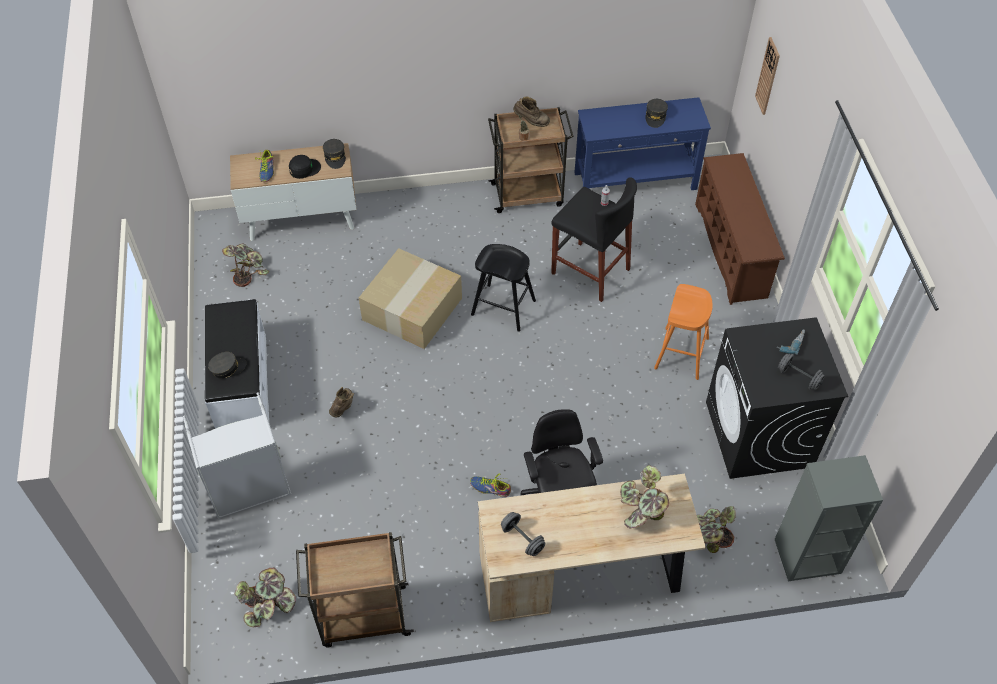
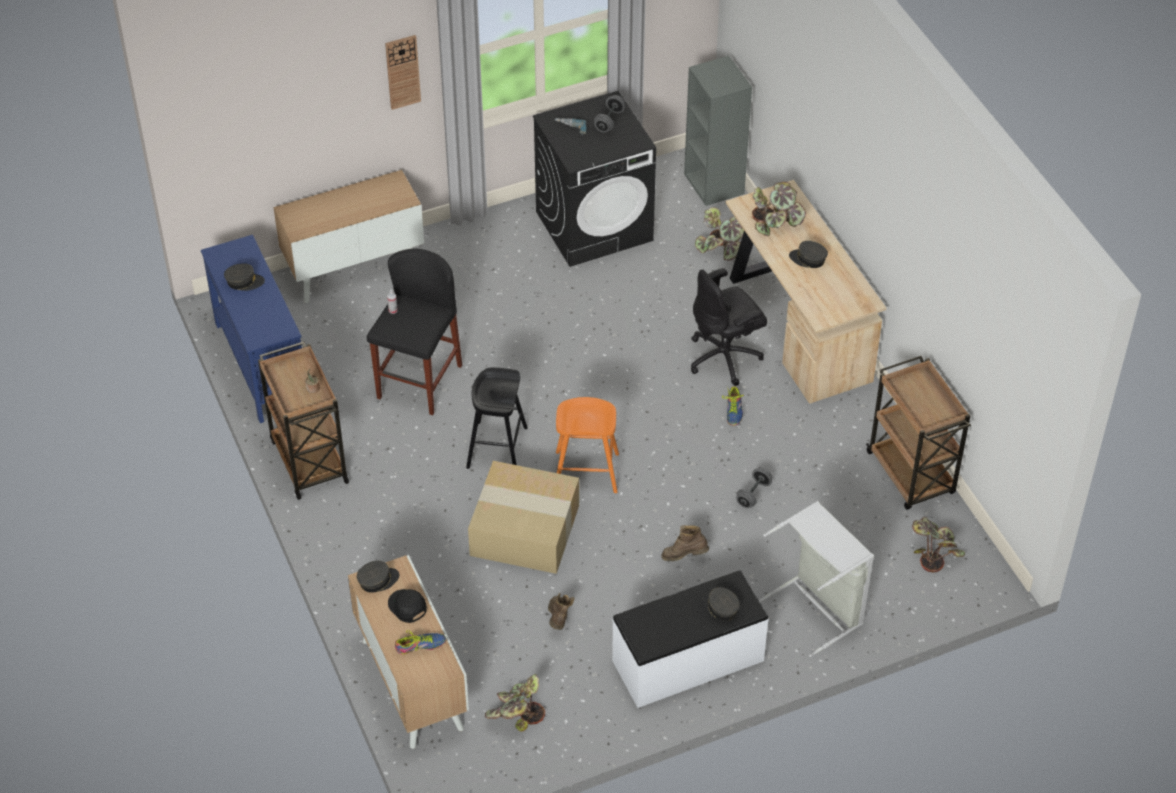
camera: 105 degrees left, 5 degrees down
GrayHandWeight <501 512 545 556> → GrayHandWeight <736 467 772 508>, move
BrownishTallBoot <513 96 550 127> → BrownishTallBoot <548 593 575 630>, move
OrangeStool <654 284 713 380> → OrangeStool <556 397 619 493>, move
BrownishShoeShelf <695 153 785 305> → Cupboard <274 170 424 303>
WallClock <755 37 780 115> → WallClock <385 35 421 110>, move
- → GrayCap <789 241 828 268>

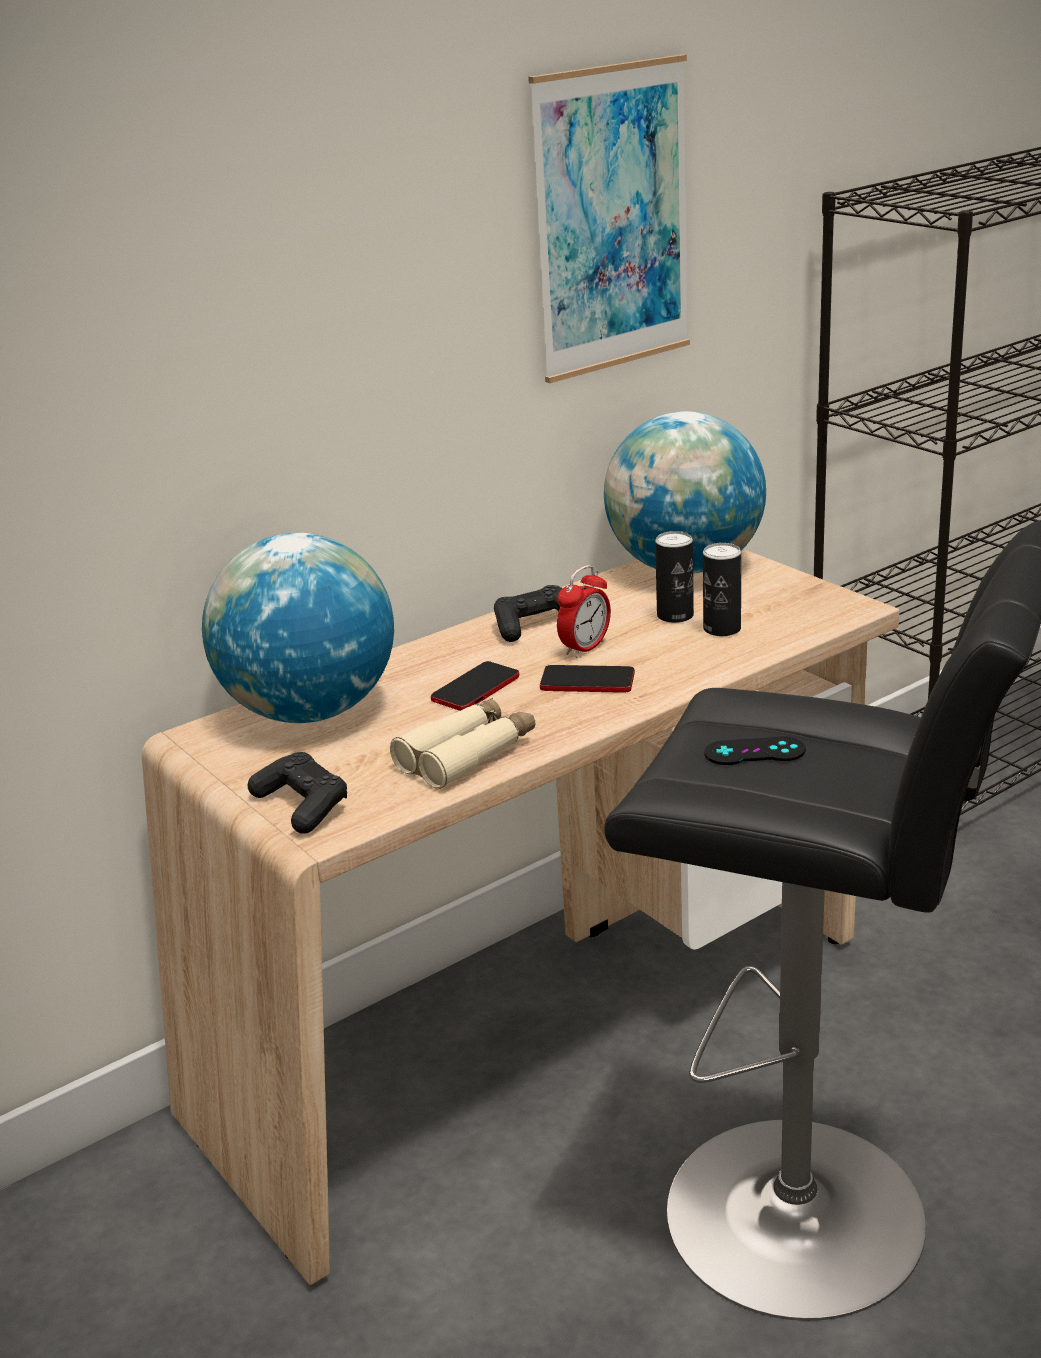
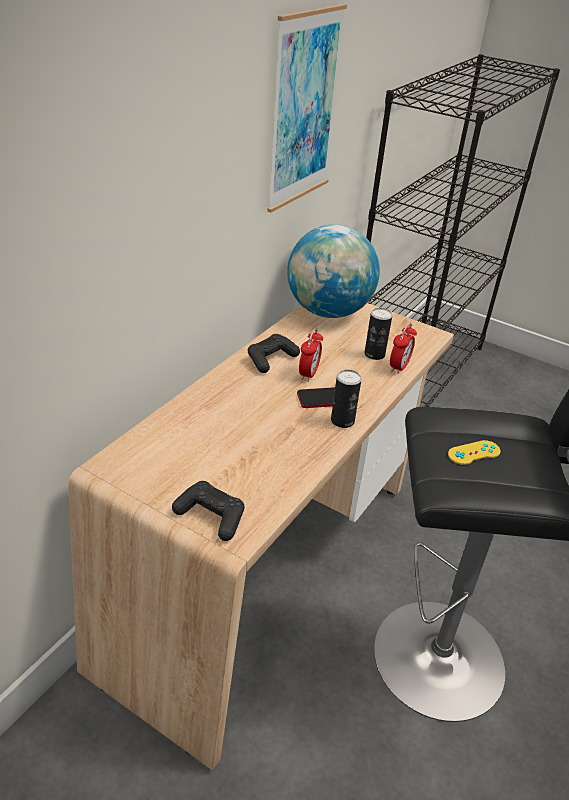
camera: 25 degrees left, 10 degrees up
WorldGlobe <202 533 394 723> → -
BeigeColouredPairOfBinoculars <390 698 536 789> → -
Phone <431 661 519 711> → -
Can <655 531 694 623> → Can <331 370 362 428>, move
BlackishJoypad <704 737 806 765> → YellowColouredJoypad <448 440 500 465>
- → BedsideClock <390 323 417 374>

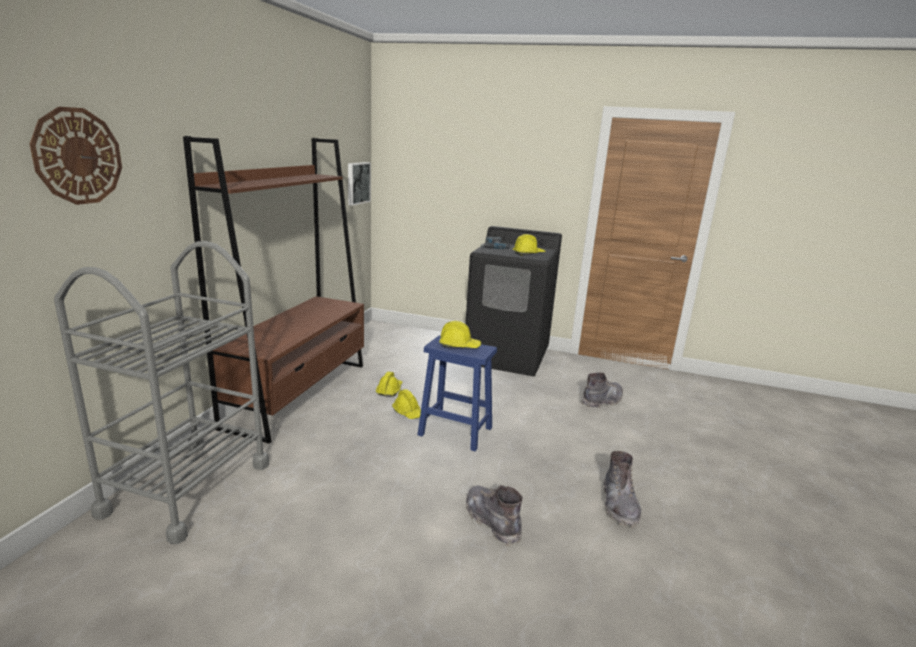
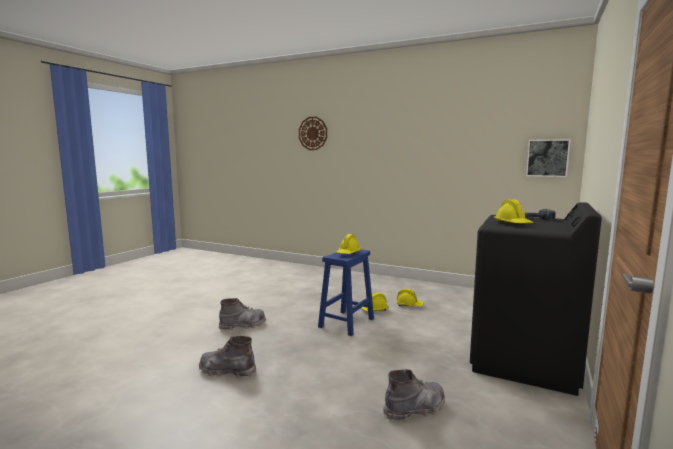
camera: 100 degrees right, 10 degrees down
GrayTrolley <54 241 269 544> → -
BrownishBookcase <183 136 364 444> → -
GrayTallBoot <581 373 623 408> → GrayTallBoot <383 369 445 421>, 90 degrees counterclockwise

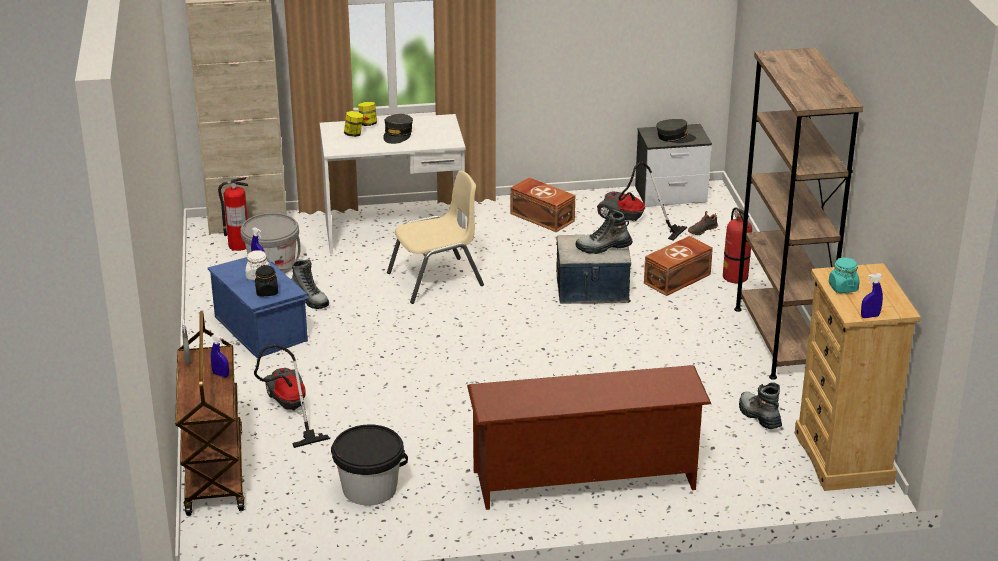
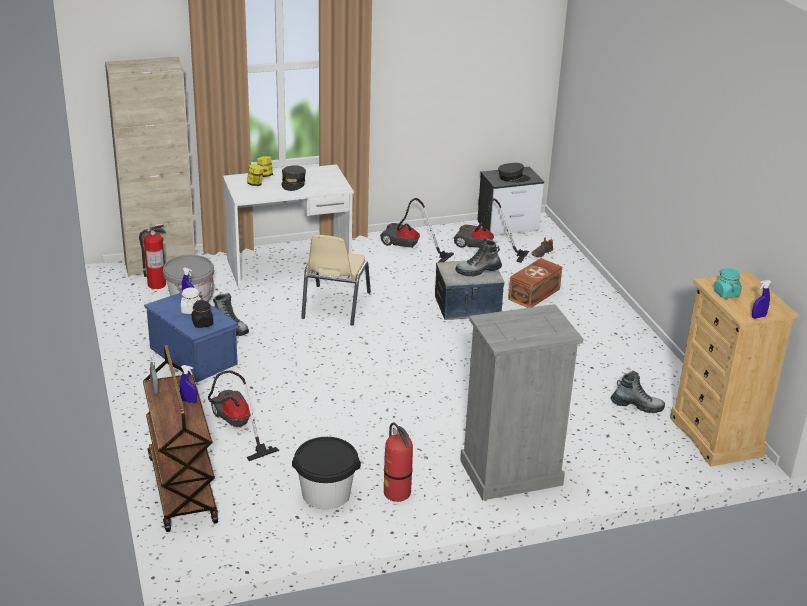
camera: 10 degrees left, 0 degrees up
BeigeColouredChair <387 170 484 304> → BeigeColouredChair <301 235 371 325>, 135 degrees clockwise
BrownishShoeShelf <467 365 711 510> → GrayDrawerChest <460 304 583 500>
BrownishStorageBin <510 177 575 232> → Vacuum <380 198 454 263>
FireExtinguisher <723 207 752 283> → FireExtinguisher <384 423 413 502>, move
BrownishBookcase <734 48 863 380> → -
TallBoot <739 382 782 429> → TallBoot <611 371 665 413>, 135 degrees clockwise

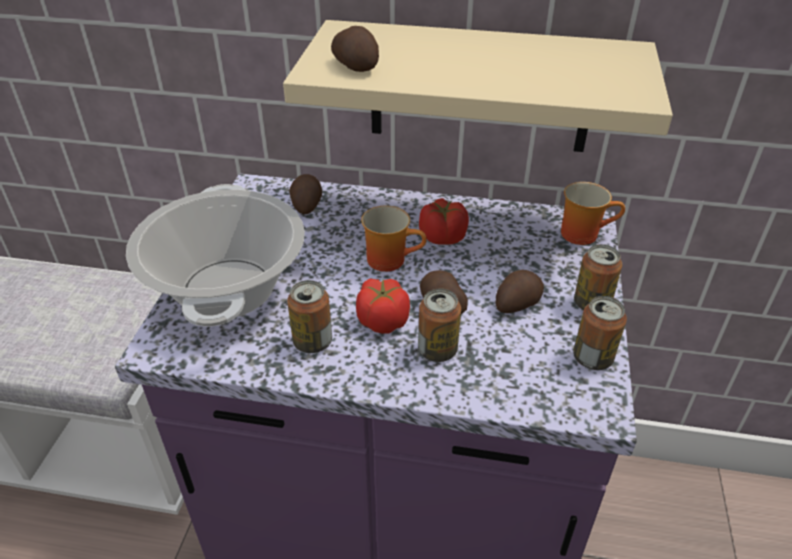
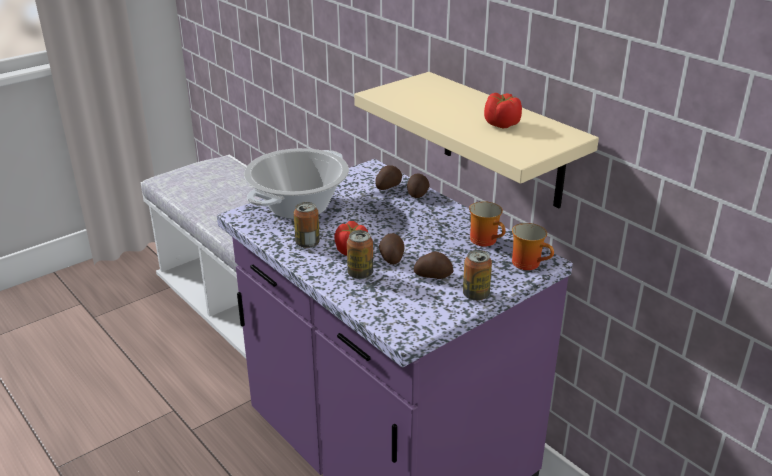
camera: 40 degrees right, 10 degrees down
Potato <331 26 379 72> → Potato <407 173 430 198>, move
CoffeeMug <361 206 427 272> → CoffeeMug <469 201 506 247>, move
WholeTomato <419 198 469 245> → WholeTomato <484 93 522 128>, move
Can <573 296 627 370> → -

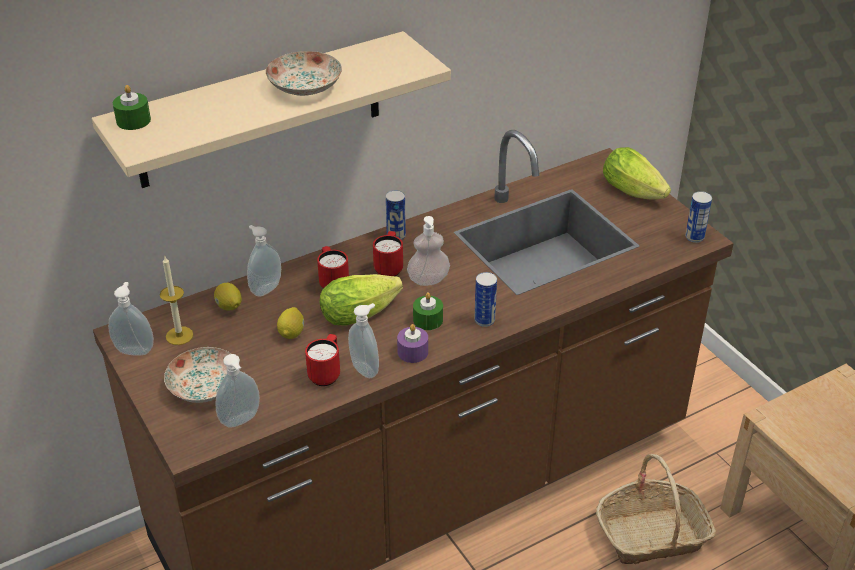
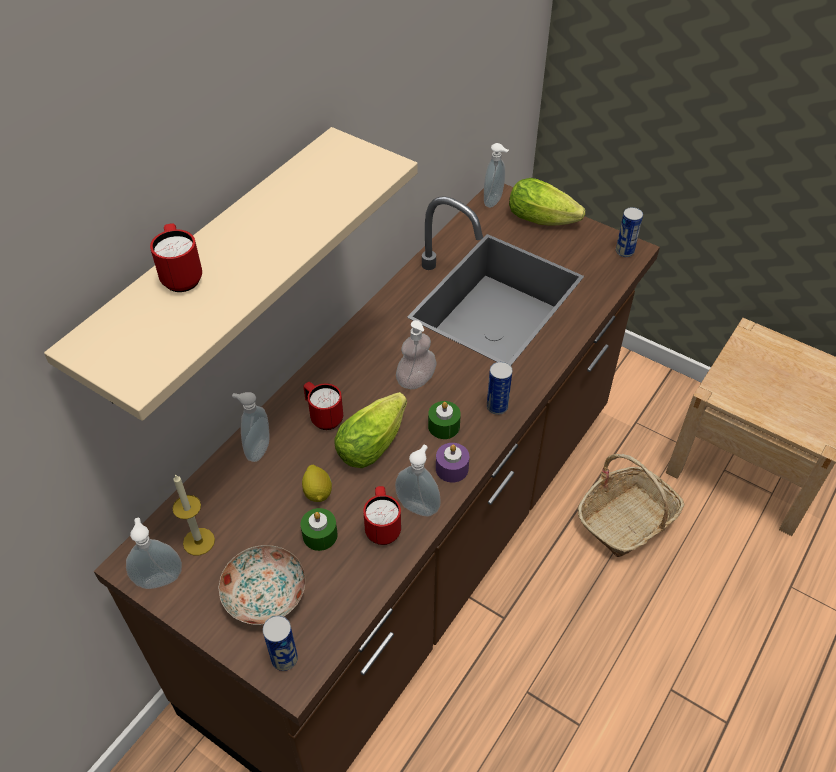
camera: 25 degrees left, 10 degrees up
GreenWaxLight <113 85 151 130> → GreenWaxLight <301 508 337 551>, move
CitrusFruit <214 283 242 311> → -
SoapDispenser <216 354 260 428> → SoapDispenser <484 143 509 208>, move
DinnerPlate <266 51 342 96> → -
RedCoffeeMug <373 231 403 276> → RedCoffeeMug <150 223 202 292>, move
Can <386 190 406 240> → Can <263 616 298 671>, move

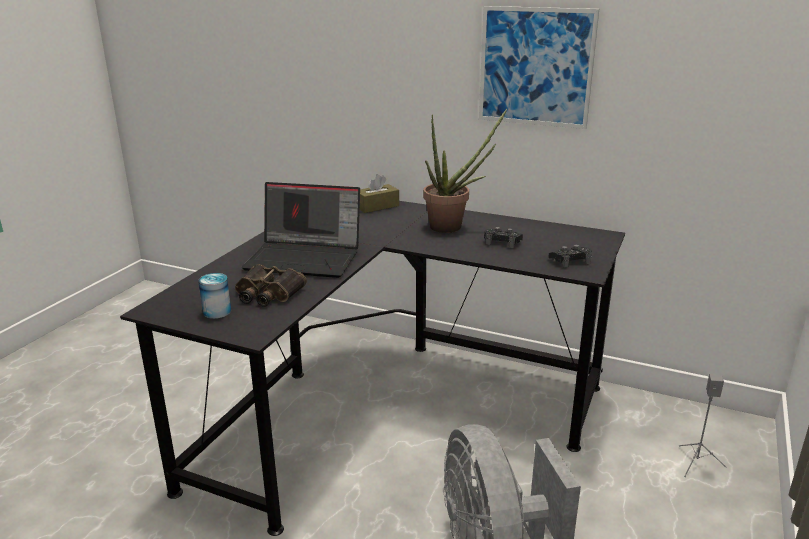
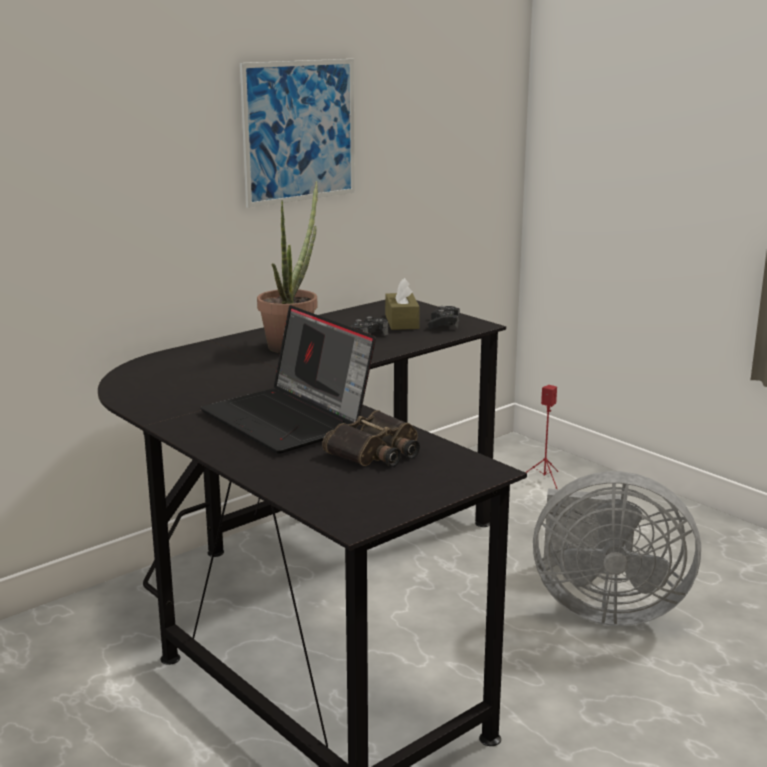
camera: 65 degrees left, 5 degrees down
Can <198 273 231 319> → -
Laptop <242 182 360 278> → Laptop <201 305 376 454>, 105 degrees clockwise
BrownishBoxOfTissues <360 174 399 213> → BrownishBoxOfTissues <385 278 420 330>, move
GrayLoudspeaker <679 374 727 477> → RedLoudspeaker <525 385 559 489>

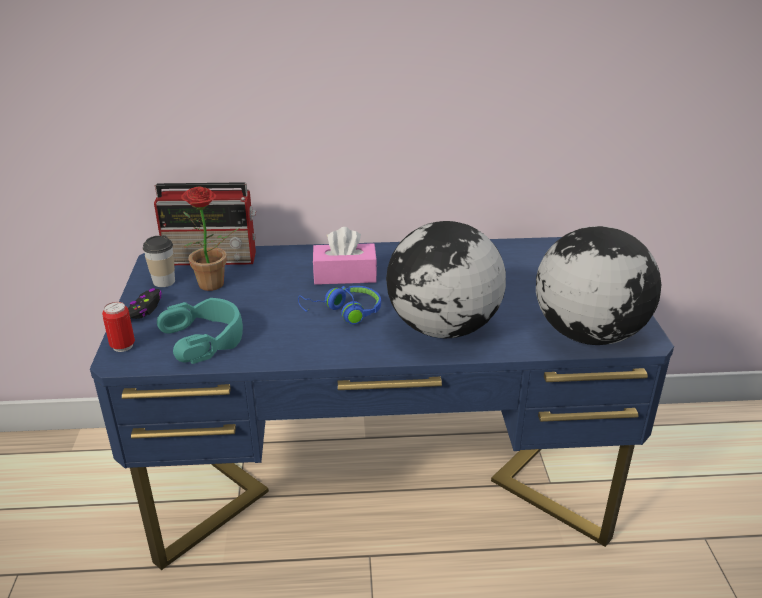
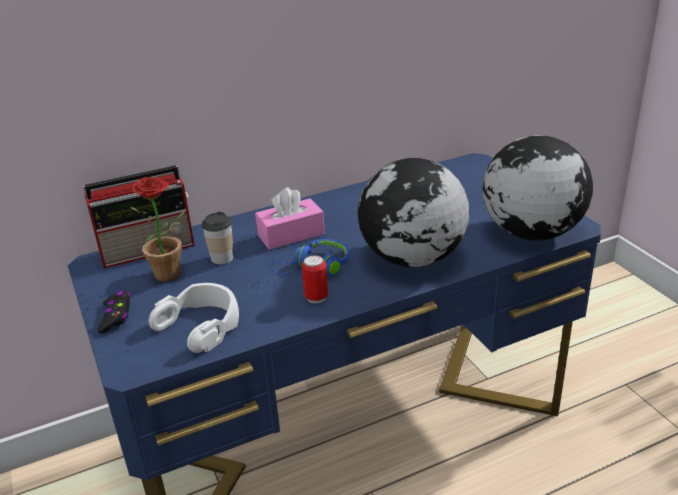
camera: 20 degrees left, 0 degrees up
Can <102 302 135 352> → Can <302 255 328 303>, move
DrinkingCup <143 235 175 287> → DrinkingCup <202 212 233 264>, move
BlueGreenHeadphones <157 298 243 364> → WhitishHeadphones <148 283 239 353>

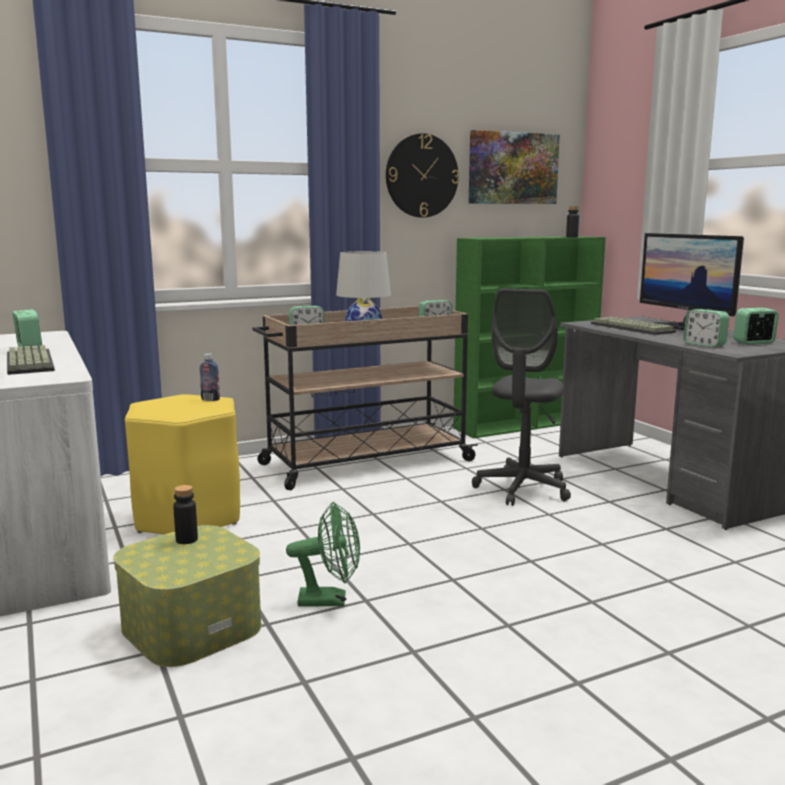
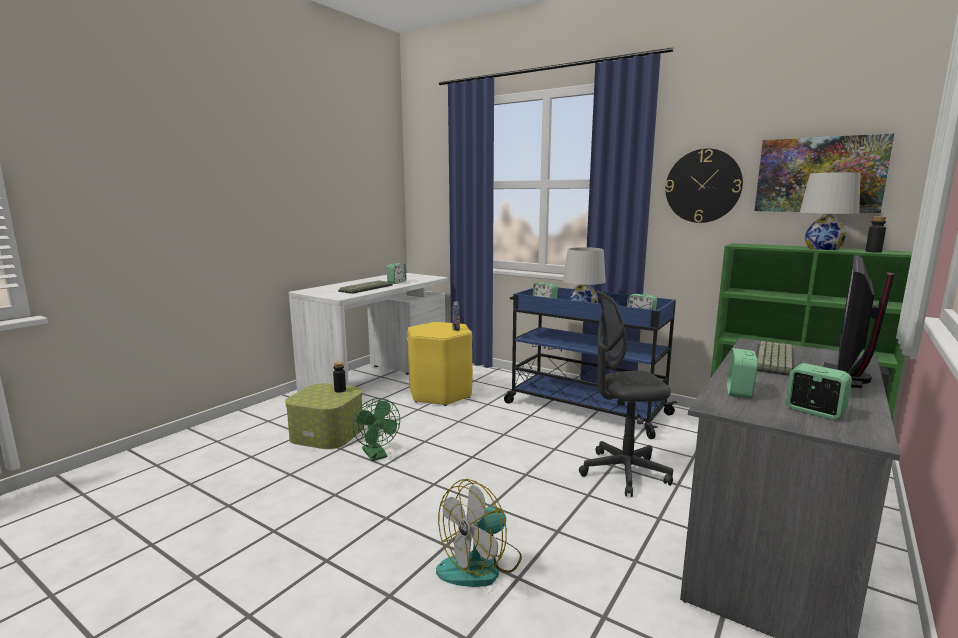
camera: 60 degrees right, 0 degrees up
BeigeColouredTrolley <252 306 478 490> → BlueColouredTrolley <504 287 677 439>
- → ElectricFan <436 479 522 587>
- → WhitishTabletopLamp <800 172 860 250>

